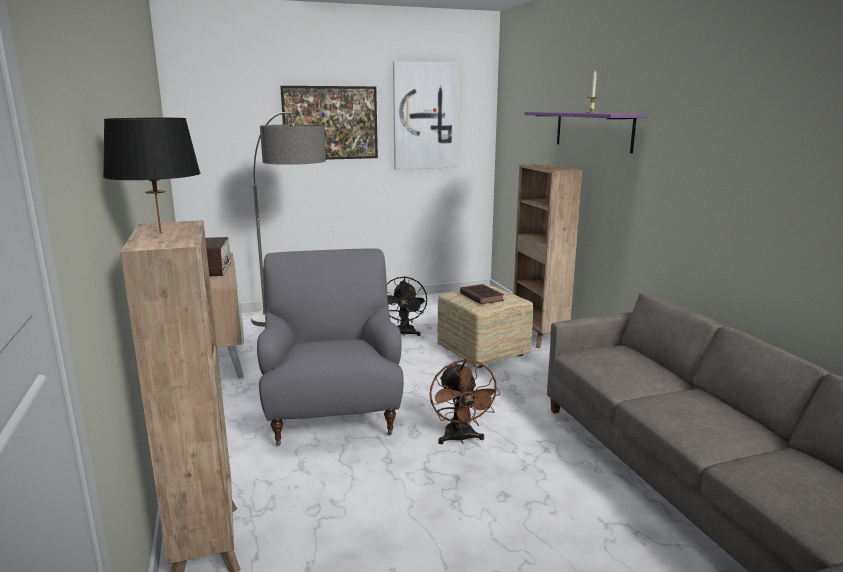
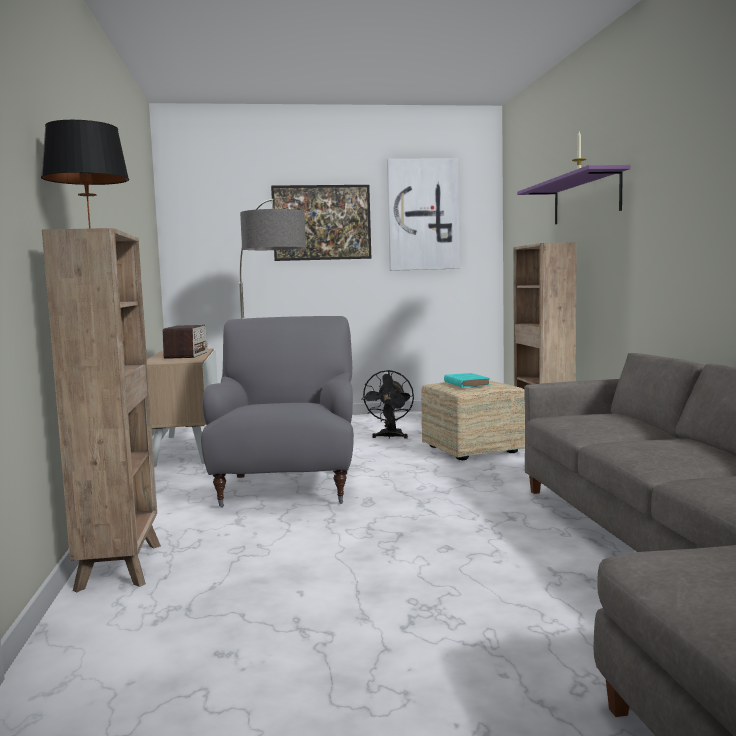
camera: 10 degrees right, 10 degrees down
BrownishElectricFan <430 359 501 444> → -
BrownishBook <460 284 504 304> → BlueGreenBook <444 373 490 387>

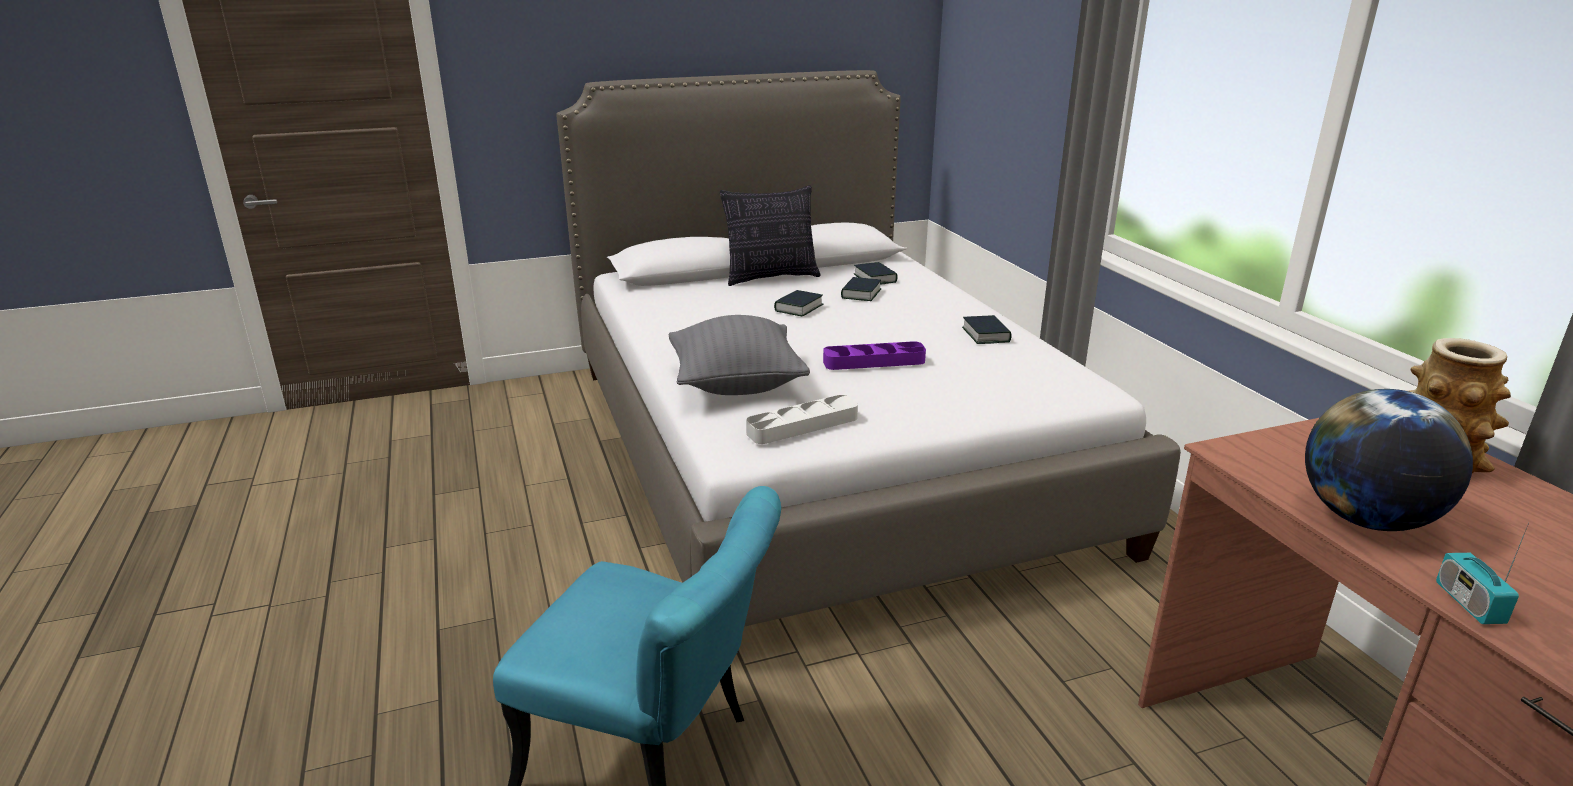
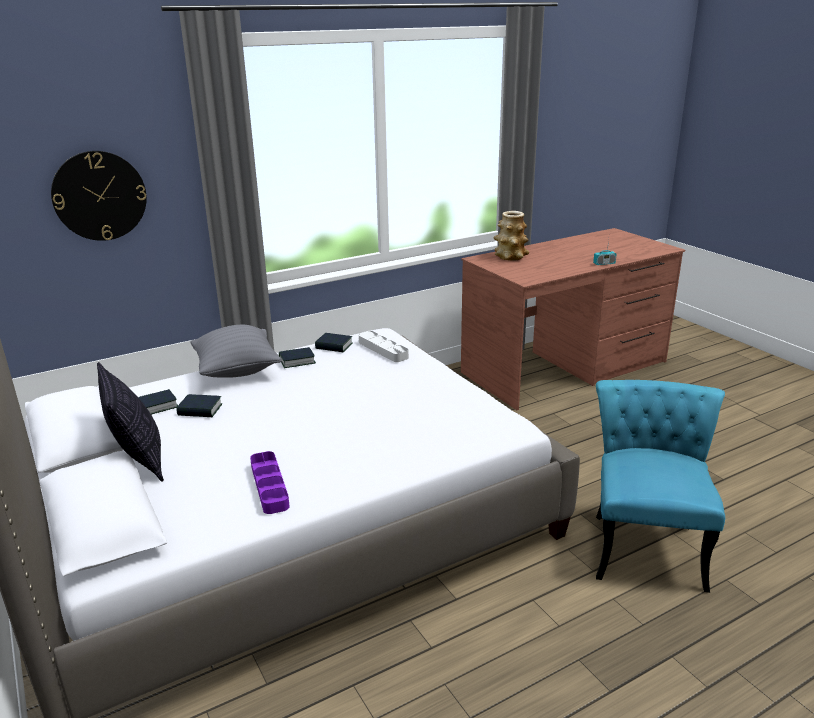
camera: 100 degrees left, 0 degrees up
GrayThrowPillow <669 315 810 395> → GrayThrowPillow <190 325 282 378>, move
GrayServingTray <746 395 858 444> → GrayServingTray <359 331 409 362>, move
Book <774 290 823 316> → Book <315 333 353 352>, move
PurpleColouredServingTray <823 341 926 370> → PurpleColouredServingTray <250 451 290 514>, move
WorldGlobe <1305 389 1473 531> → -
- → WallClock <51 151 147 241>

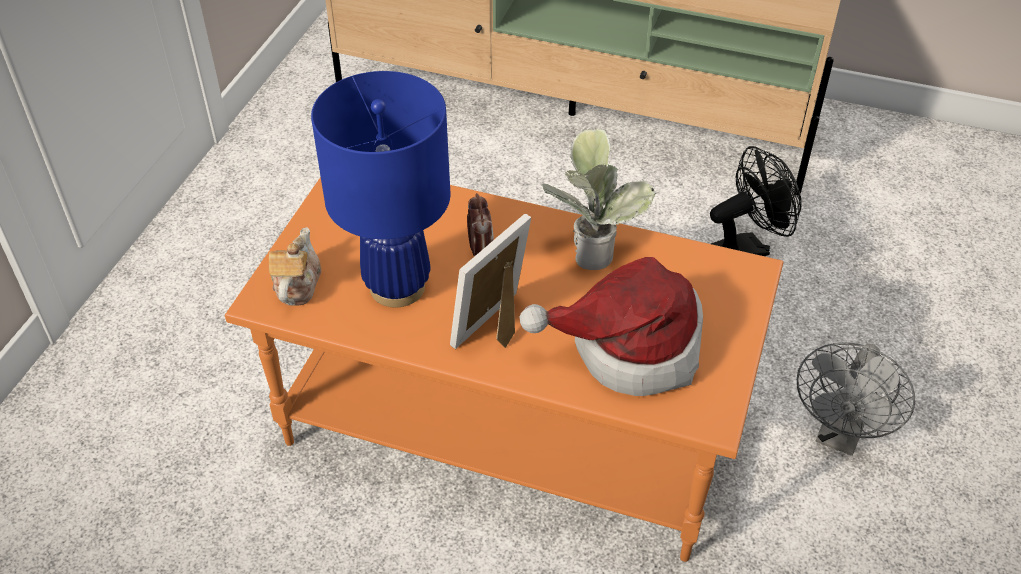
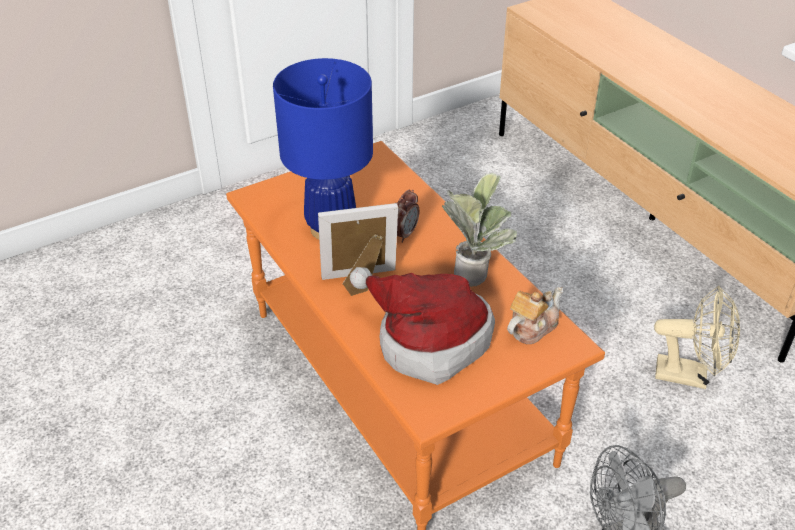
camera: 40 degrees right, 5 degrees down
Teapot <269 227 321 306> → Teapot <507 287 563 344>, move
BlackishElectricFan <710 146 802 256> → BeigeColouredElectricFan <654 286 740 389>

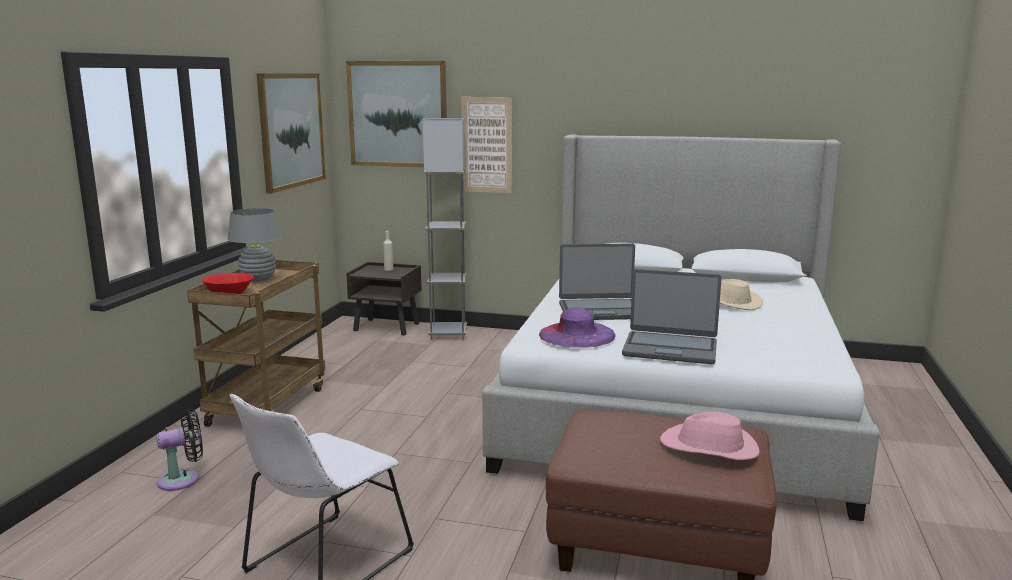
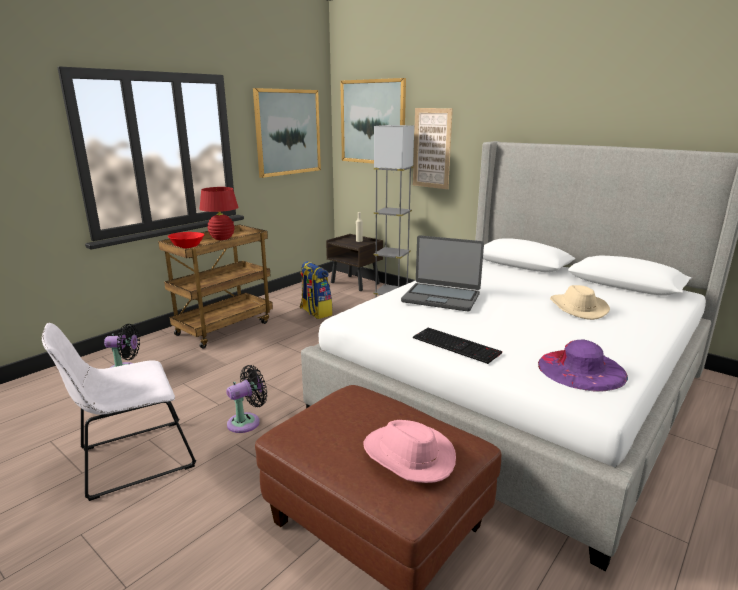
camera: 25 degrees right, 5 degrees up
GrayTabletopLamp <227 208 282 282> → RedTabletopLamp <199 187 239 240>
PurpleColouredClothingHat <539 307 616 348> → PurpleColouredClothingHat <538 340 628 392>, move
Laptop <622 269 722 364> → PcKeyboard <413 328 502 364>
- → BlackishElectricFan <226 365 267 433>
- → Knapsack <300 261 333 319>

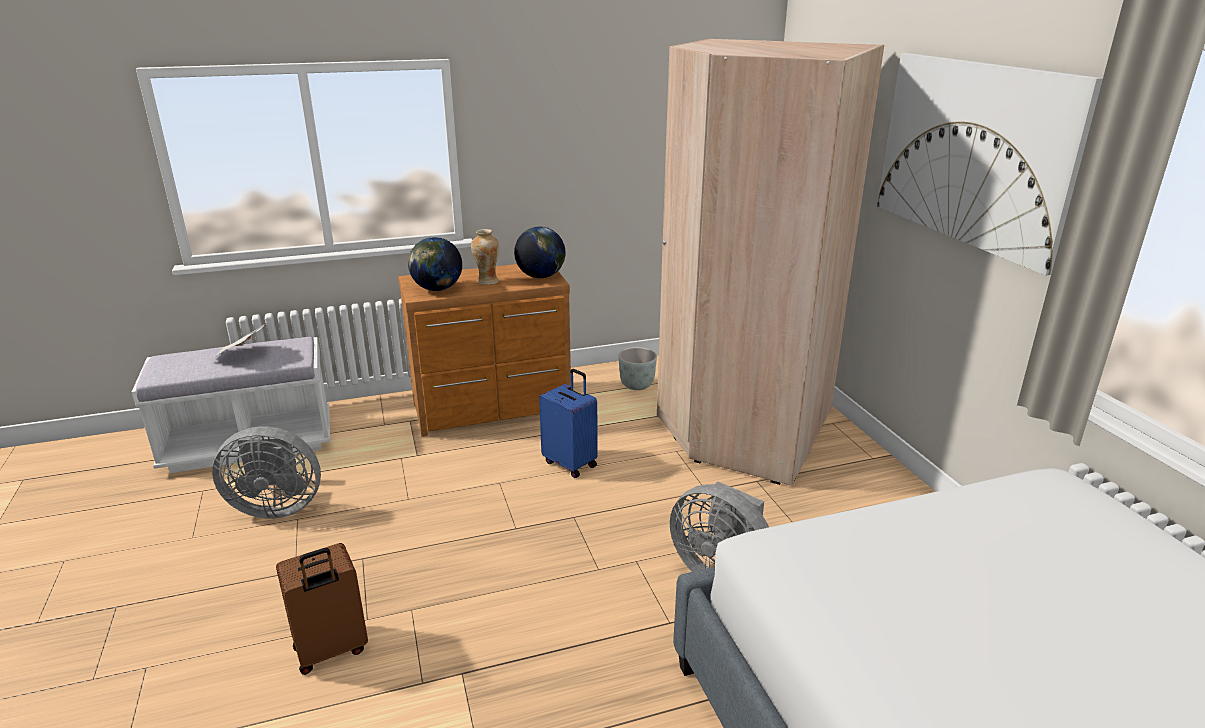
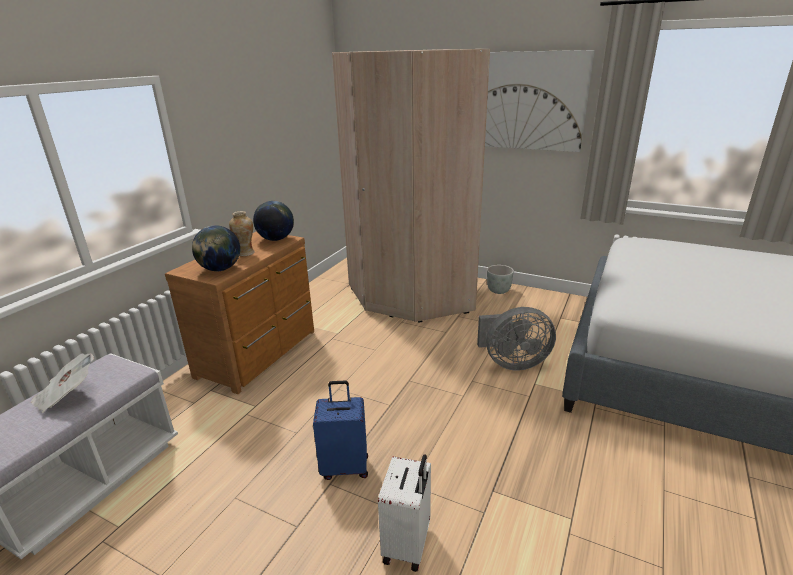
camera: 45 degrees left, 0 degrees up
GrayElectricFan <212 426 321 519> → -
BrownishPieceOfLuggage <276 543 368 675> → WhitishPieceOfLuggage <378 454 431 572>
BlueColouredPieceOfLuggage <539 369 598 478> → BlueColouredPieceOfLuggage <313 381 368 480>, move
GrayPlantPot <619 347 657 390> → GrayPlantPot <487 265 514 294>, move

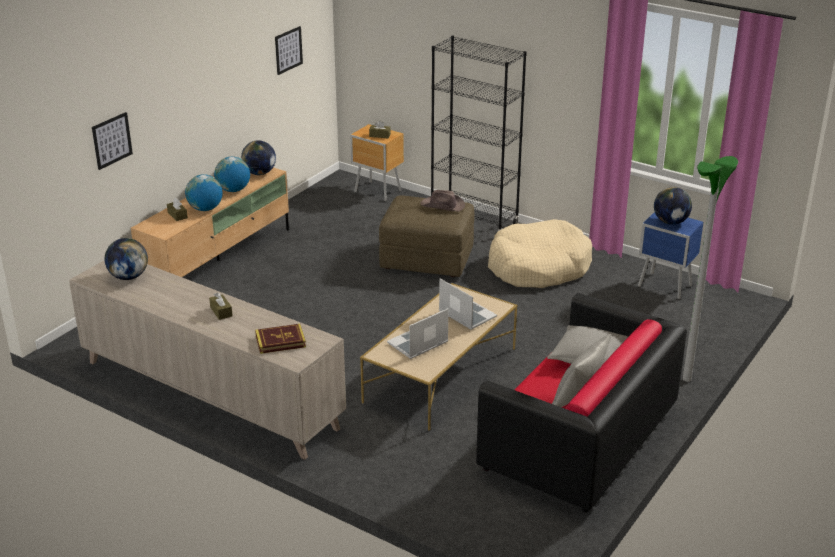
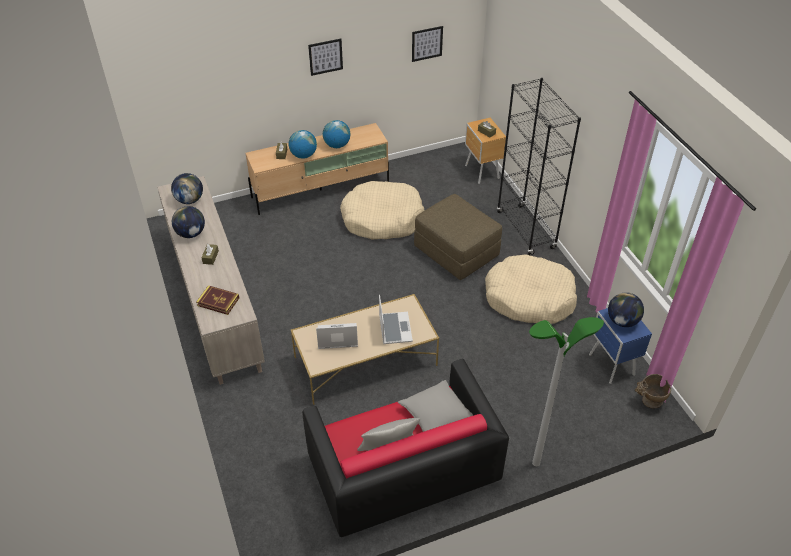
camera: 35 degrees right, 15 degrees up
WallArt <92 112 133 170> → WallArt <308 39 343 76>, move
WorldGlobe <241 140 276 175> → WorldGlobe <172 206 205 238>, move
BrownishClothingHat <420 190 465 212> → -
- → BeigeColouredPetBed <340 181 424 240>
- → BeigeColouredVase <635 374 671 409>

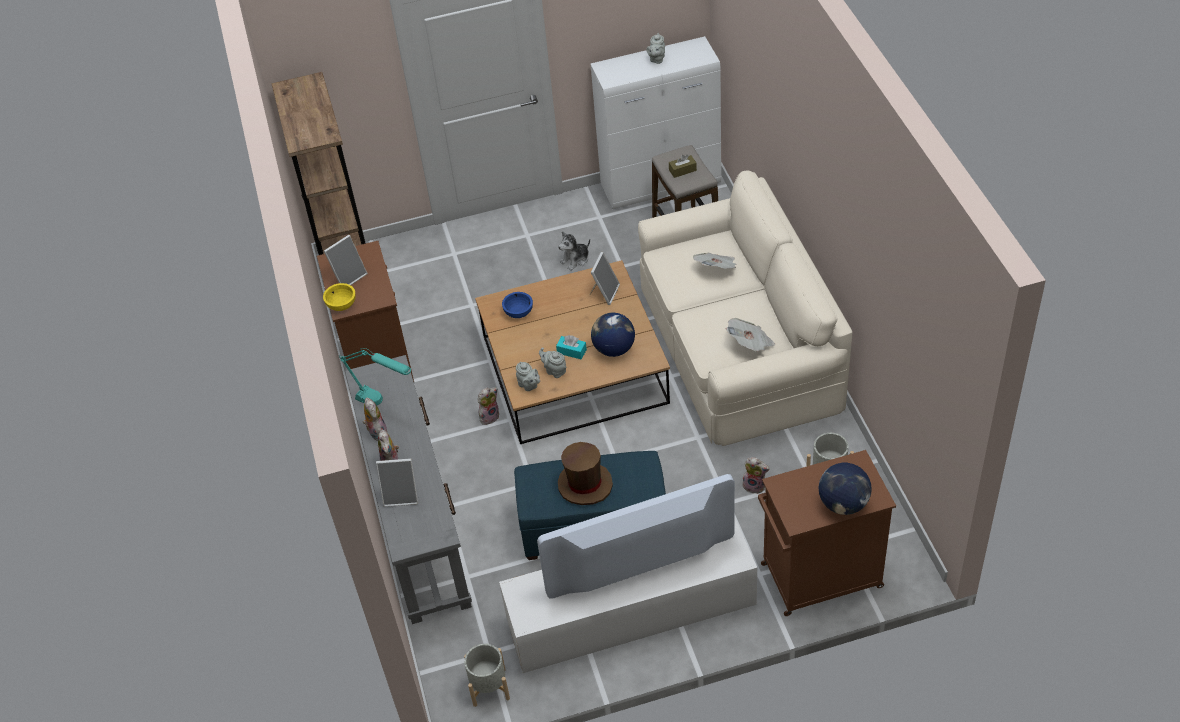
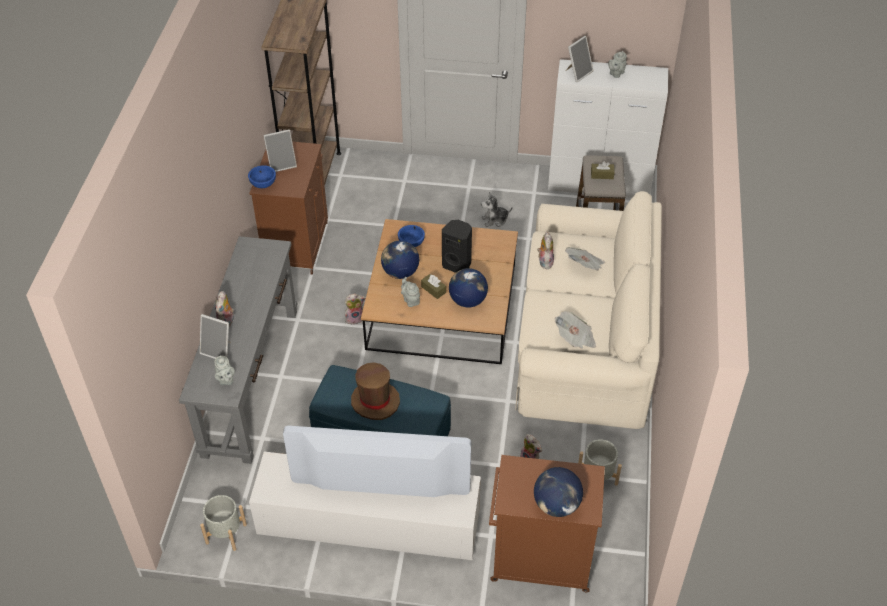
camera: 20 degrees right, 0 degrees up
YellowColouredServingBowl <323 283 356 311> → BlueColouredServingBowl <248 165 276 188>
BlueGreenTabletopLamp <339 348 411 405> → -
SoftToy <363 397 387 441> → SoftToy <537 232 554 269>, move
GrayTeapot <516 362 540 391> → GrayTeapot <214 355 235 385>, move
BlueGreenBoxOfTissues <556 335 587 359> → BrownishBoxOfTissues <421 274 446 299>
PictureFrame <590 252 620 305> → PictureFrame <565 36 593 82>, move
- → WorldGlobe <381 241 419 279>
- → BlackishLoudspeaker <442 220 472 273>

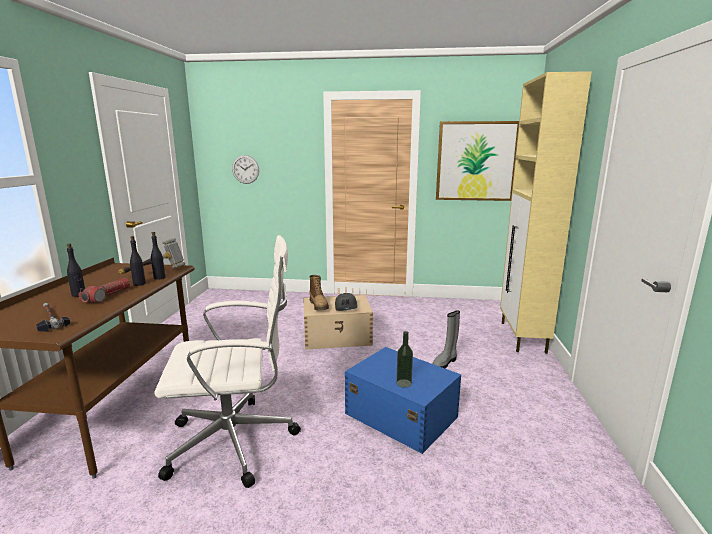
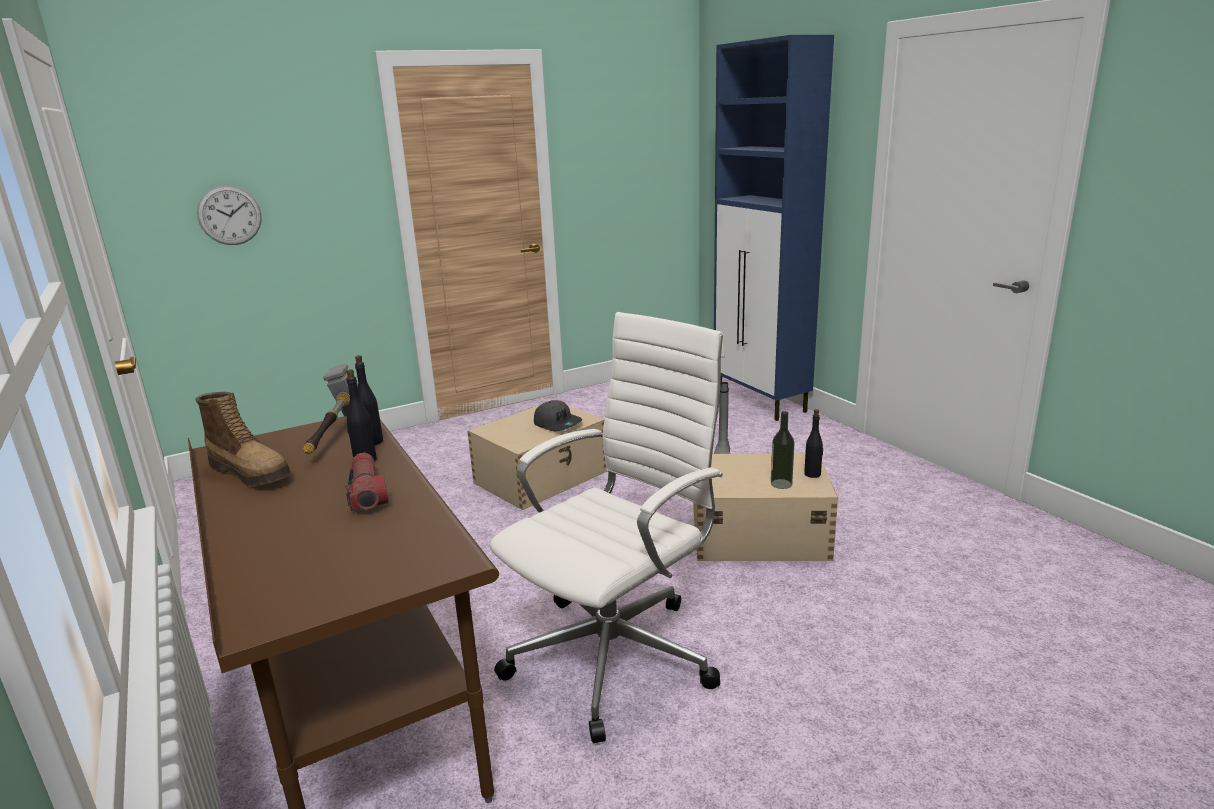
camera: 35 degrees left, 5 degrees up
ToolHammer <36 303 71 332> → -
BlackishDrinkBottle <67 243 85 297> → BlackishDrinkBottle <804 409 823 478>, move
TallBoot <310 275 329 310> → TallBoot <195 392 291 486>, move
BlueColouredStorageBin <345 347 461 454> → BeigeColouredStorageBin <693 453 838 561>
WallArt <436 121 519 201> → -
BeigeColouredCupboard <500 71 592 354> → BlueColouredCupboard <714 35 834 421>

